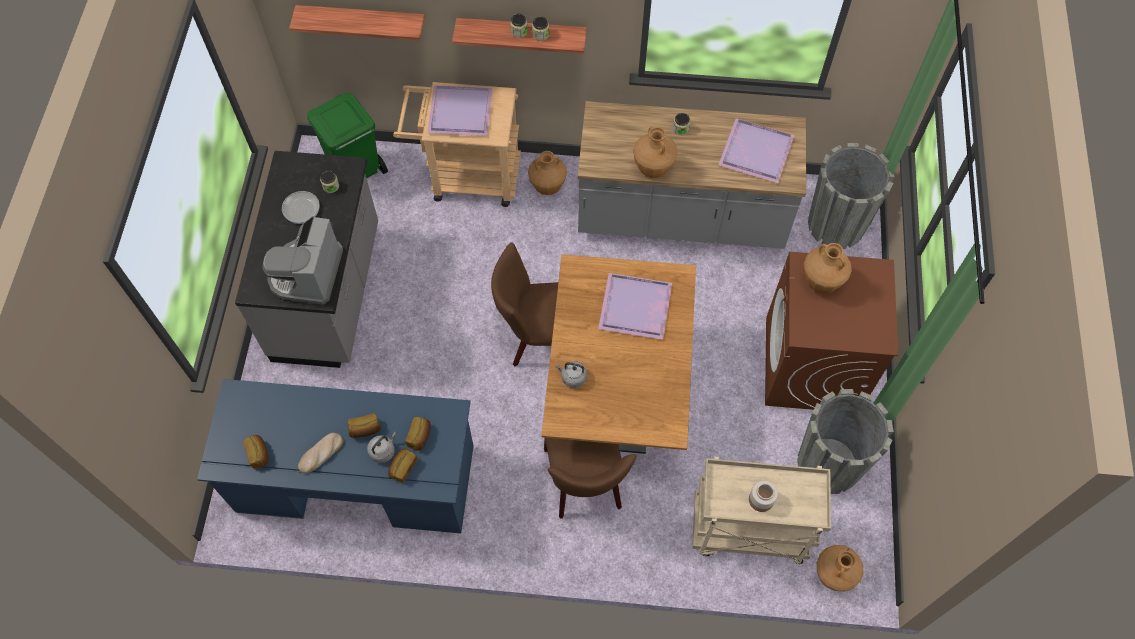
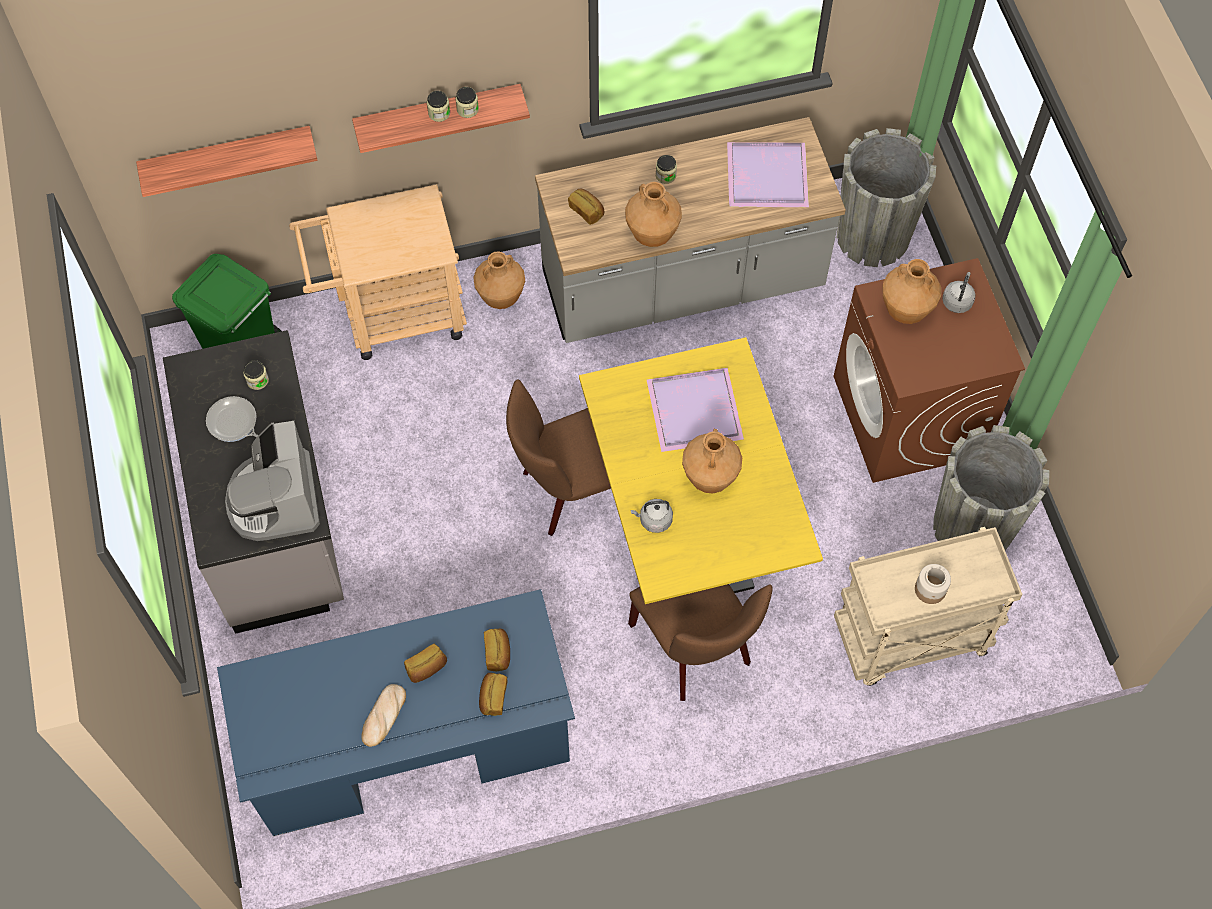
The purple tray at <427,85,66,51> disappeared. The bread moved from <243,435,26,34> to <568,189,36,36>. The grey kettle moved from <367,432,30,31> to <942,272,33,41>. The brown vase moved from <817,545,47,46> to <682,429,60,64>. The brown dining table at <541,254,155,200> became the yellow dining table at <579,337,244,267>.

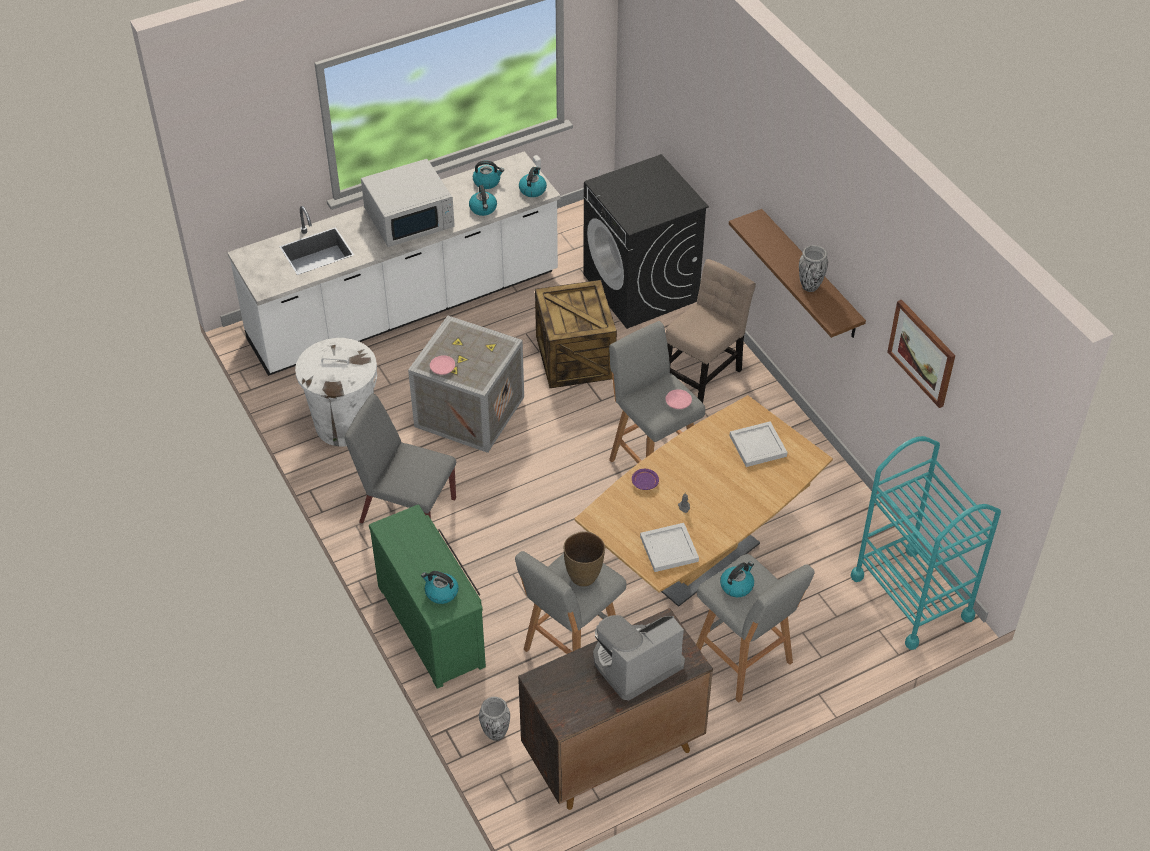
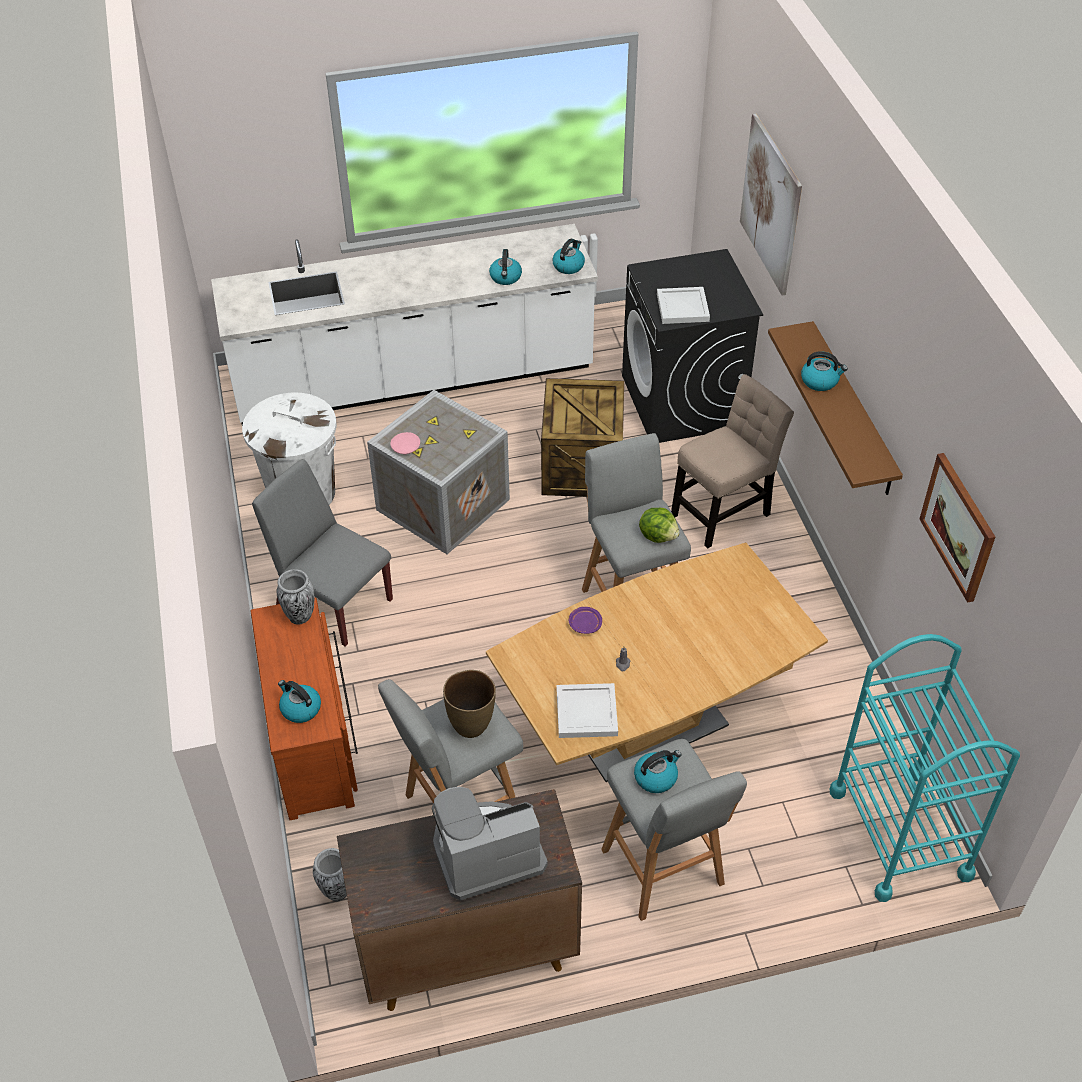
The white microwave at <361,159,94,88> disappeared. The picture at <740,114,62,181> appeared. The kettle moved from <473,161,31,28> to <801,351,47,40>. The white tray moved from <730,421,58,46> to <657,287,53,37>. The vase moved from <799,245,29,47> to <277,569,37,56>. The pink plate at <665,389,27,20> was replaced by the lettuce at <639,508,41,35>. The green dresser at <369,504,117,185> became the brown dresser at <250,597,108,223>.

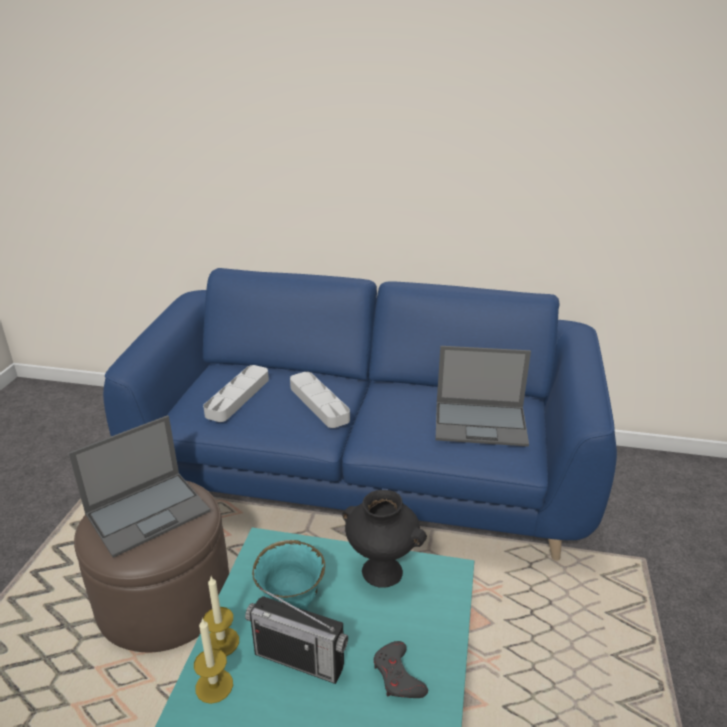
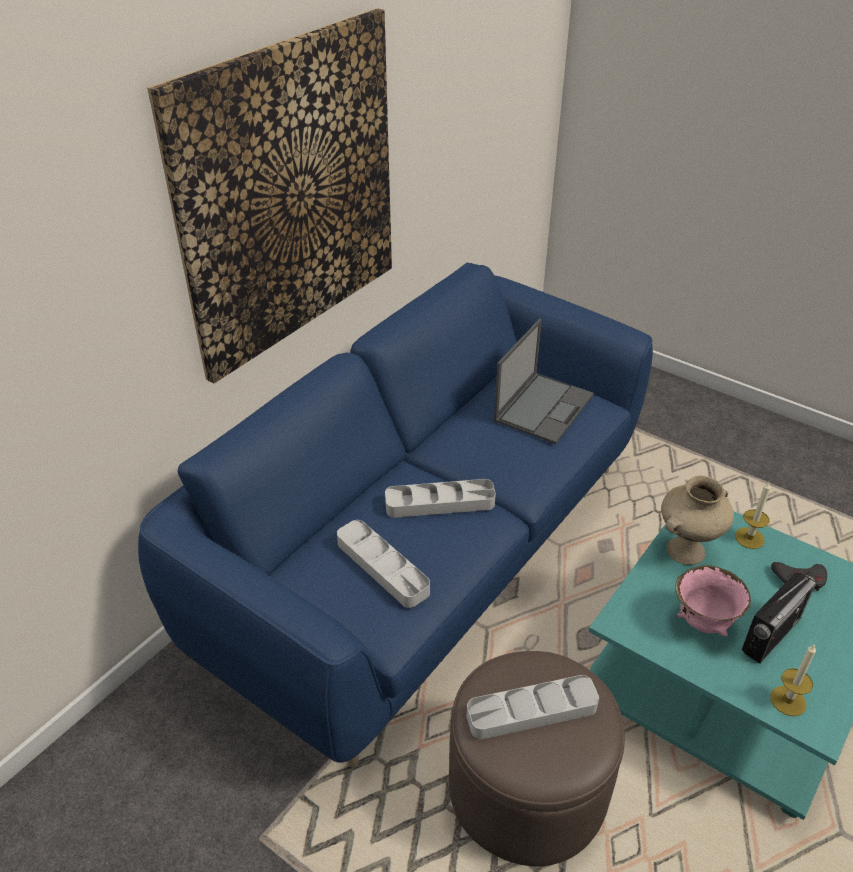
The picture at <147,8,245,376> appeared. The candle moved from <203,576,36,80> to <735,482,36,67>. The laptop at <69,415,141,143> was replaced by the grey tray at <467,675,132,64>. The turquoise bowl at <252,540,73,71> became the pink bowl at <675,565,76,72>. The black vase at <342,490,85,98> became the beige vase at <661,476,73,89>.

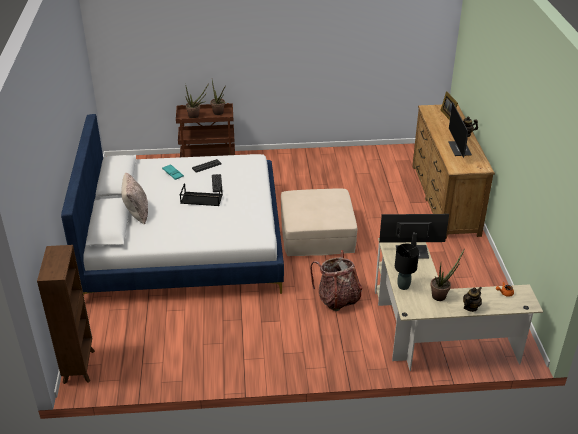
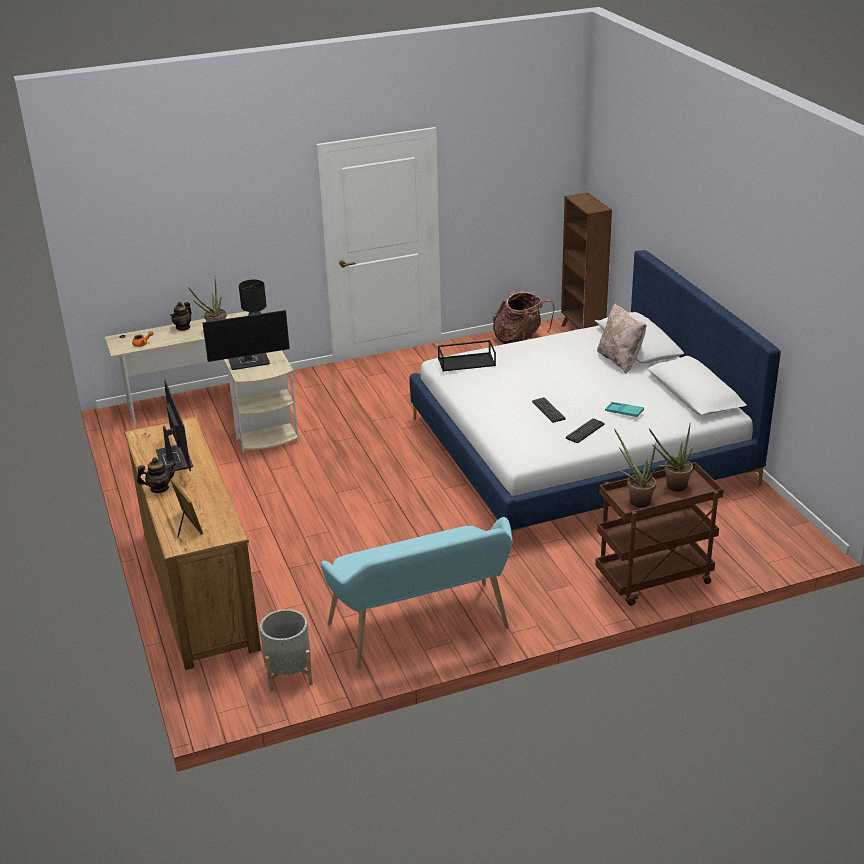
The beige ottoman at <281,189,76,67> disappeared. The grey planter at <260,609,53,82> appeared. The turquoise bench at <321,517,192,152> appeared. The black tray moved from <180,183,43,23> to <438,340,58,31>. The backpack moved from <310,250,52,61> to <493,291,62,53>.

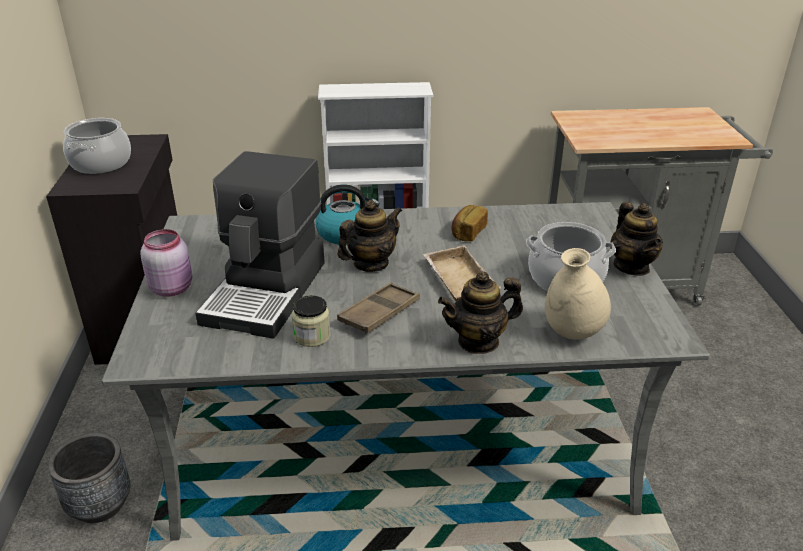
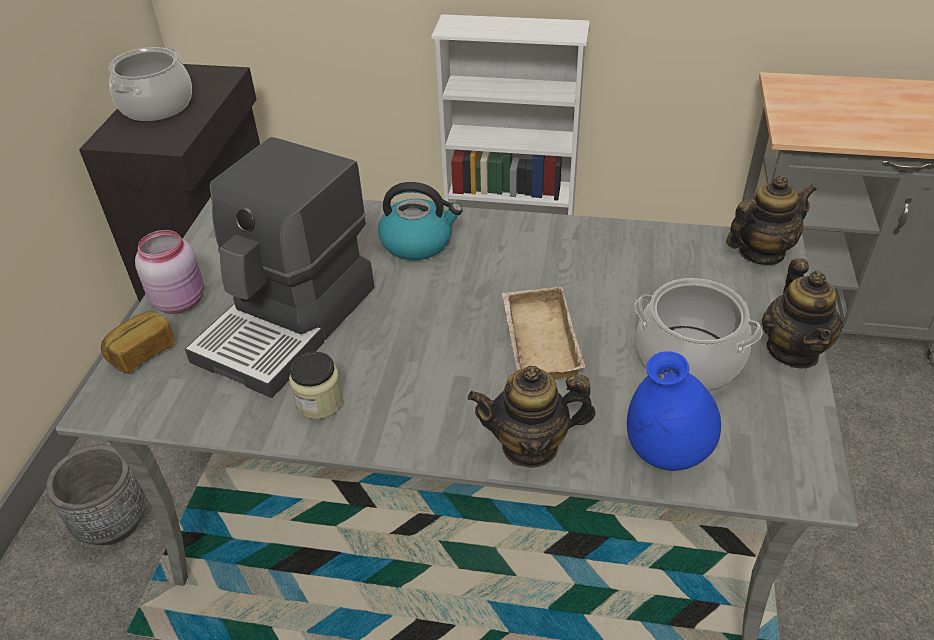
The brown tray at <337,282,83,52> disappeared. The teapot moved from <338,200,64,72> to <726,175,91,90>. The bread moved from <451,205,37,36> to <101,311,74,62>. The beige vase at <545,248,66,92> became the blue vase at <627,351,94,120>.

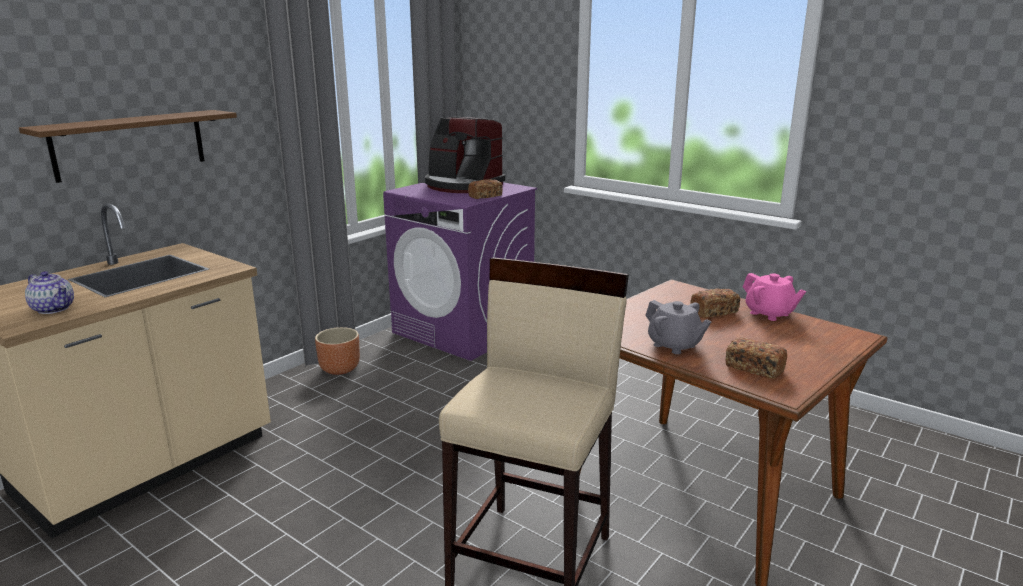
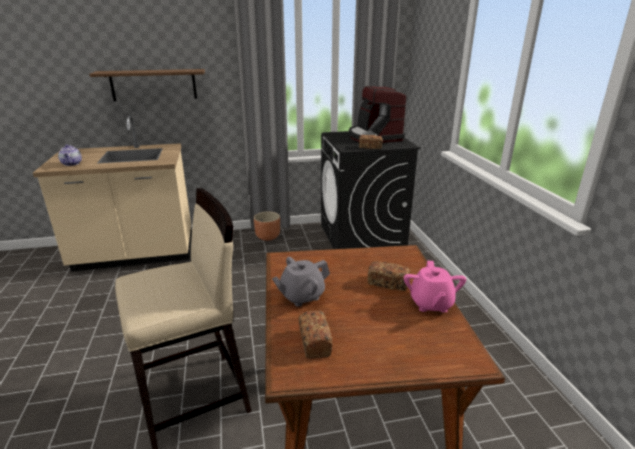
The purple washing machine at <383,182,154,179> became the black washing machine at <321,131,100,118>. The grey teapot at <645,300,67,54> turned 60 degrees clockwise.

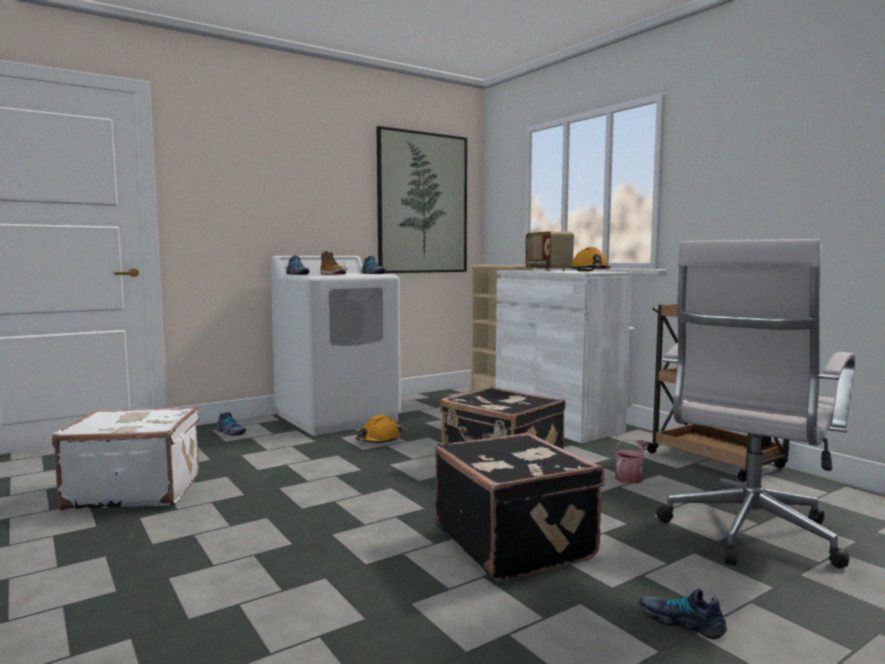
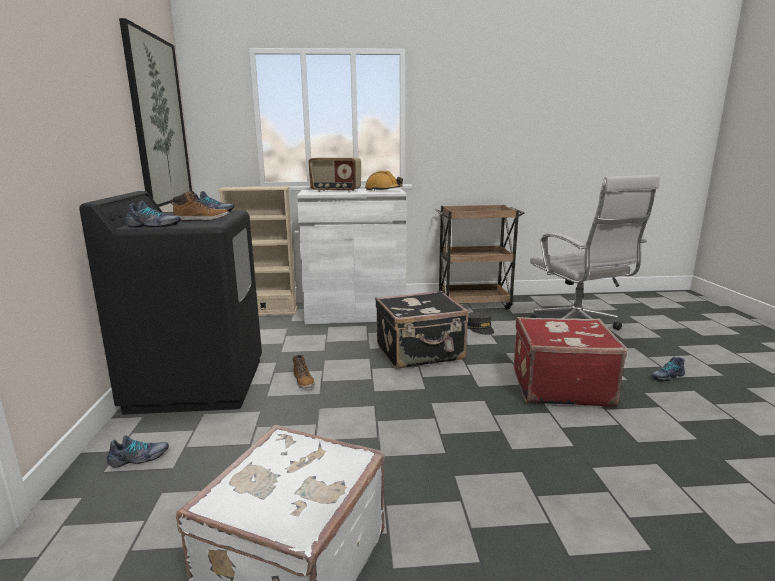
The orange hard hat at <356,415,46,28> was replaced by the boot at <293,355,22,33>. The watering can at <615,439,34,45> was replaced by the grey cap at <467,312,27,23>. The white washing machine at <270,256,131,180> became the black washing machine at <79,191,183,224>. The black suitcase at <435,432,169,149> became the red suitcase at <514,317,114,90>.

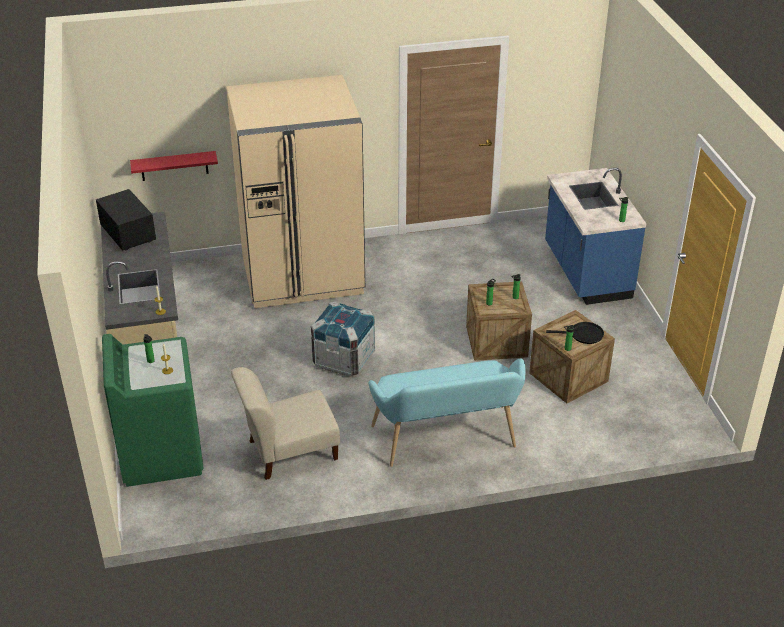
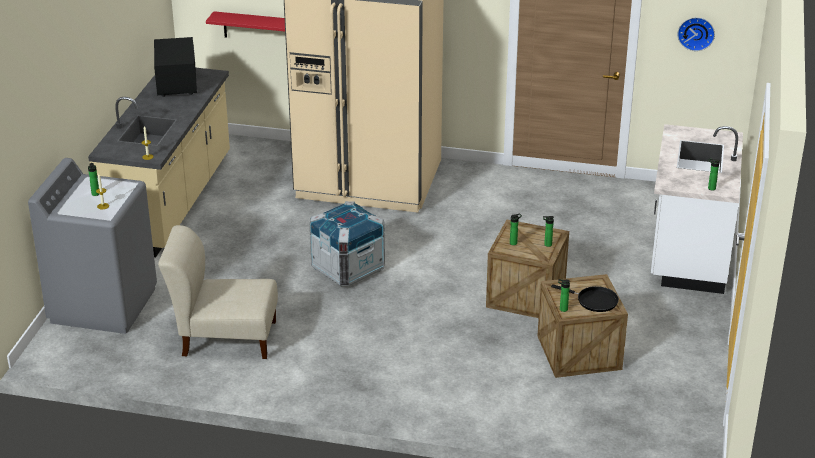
The turquoise bench at <369,359,156,108> disappeared. The wall clock at <678,17,37,34> appeared. The green washing machine at <102,334,102,153> became the grey washing machine at <28,158,129,176>. The blue counter at <545,168,101,137> became the white counter at <651,124,92,170>.

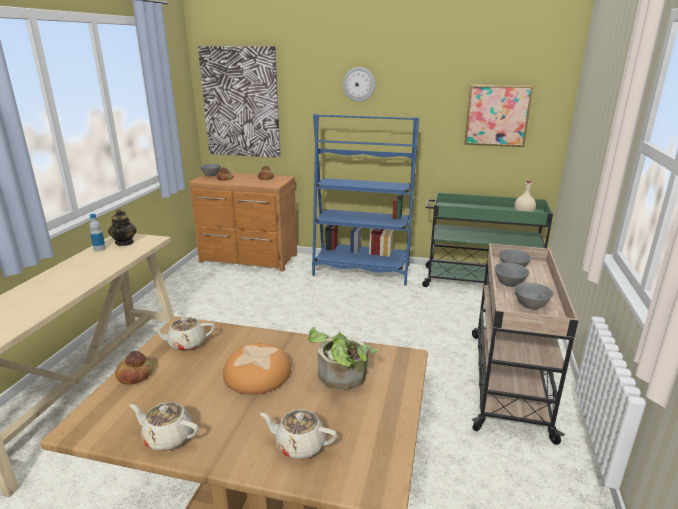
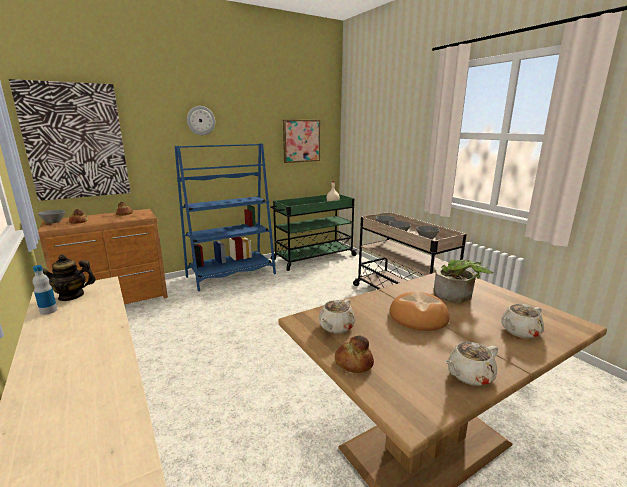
The teapot at <108,209,29,37> turned 135 degrees clockwise.

